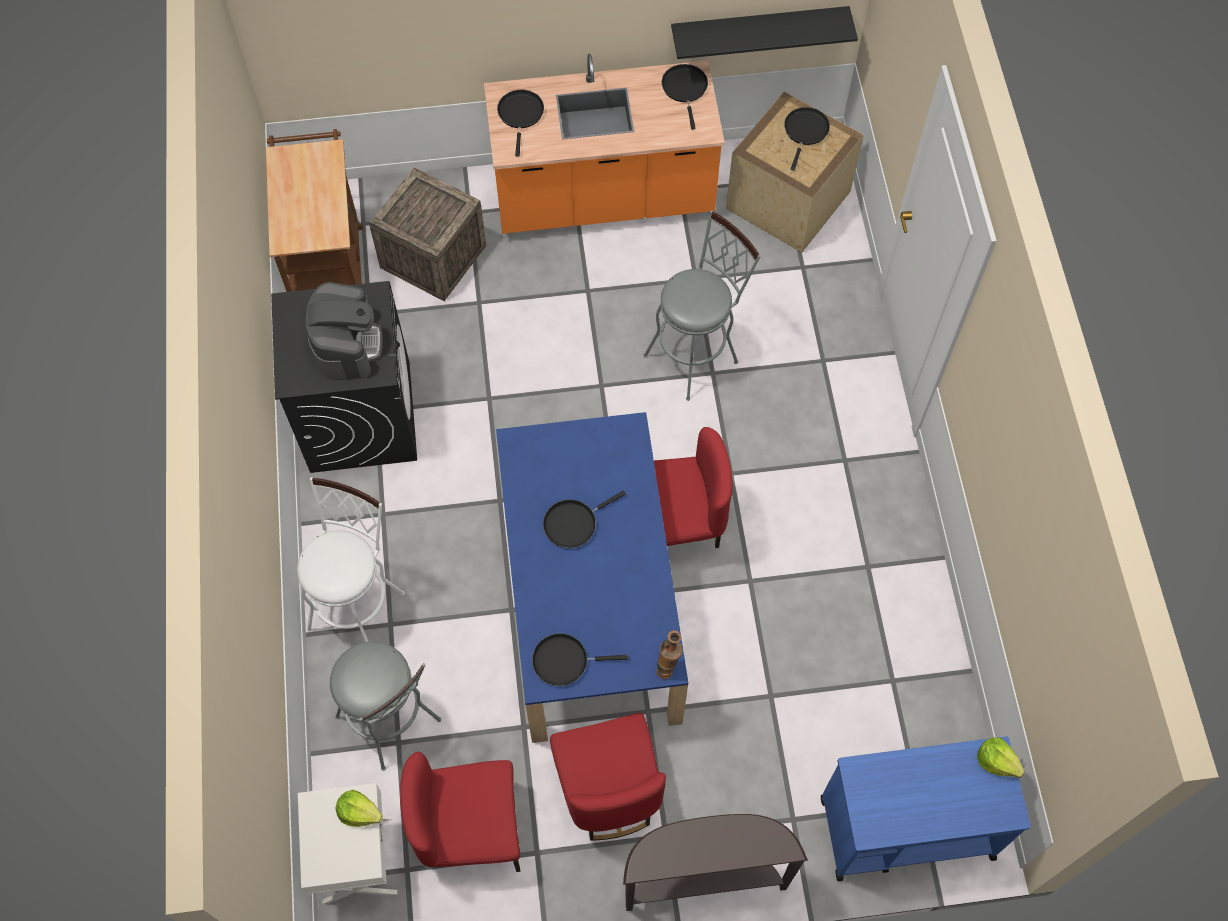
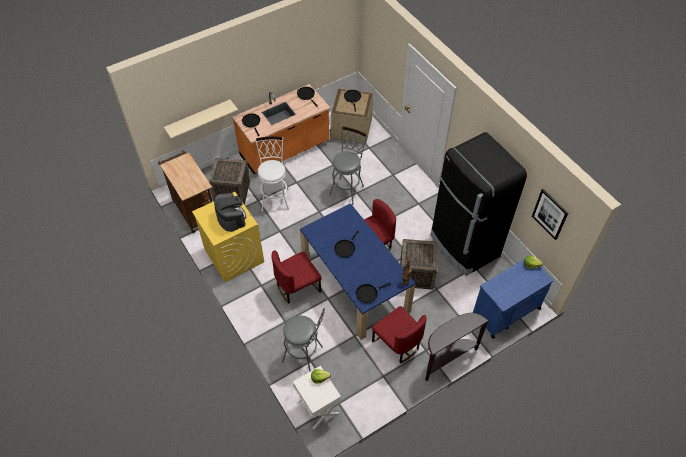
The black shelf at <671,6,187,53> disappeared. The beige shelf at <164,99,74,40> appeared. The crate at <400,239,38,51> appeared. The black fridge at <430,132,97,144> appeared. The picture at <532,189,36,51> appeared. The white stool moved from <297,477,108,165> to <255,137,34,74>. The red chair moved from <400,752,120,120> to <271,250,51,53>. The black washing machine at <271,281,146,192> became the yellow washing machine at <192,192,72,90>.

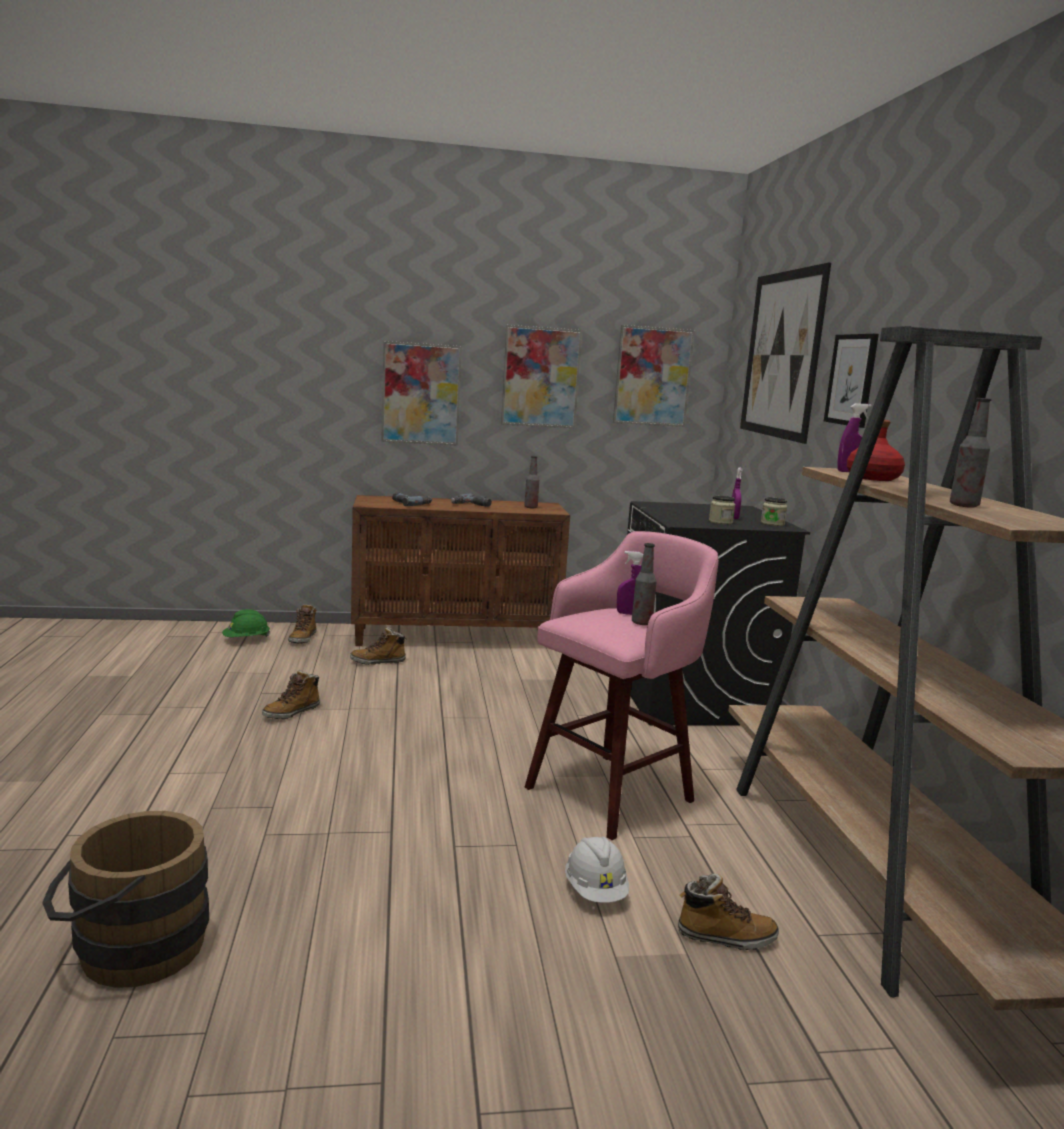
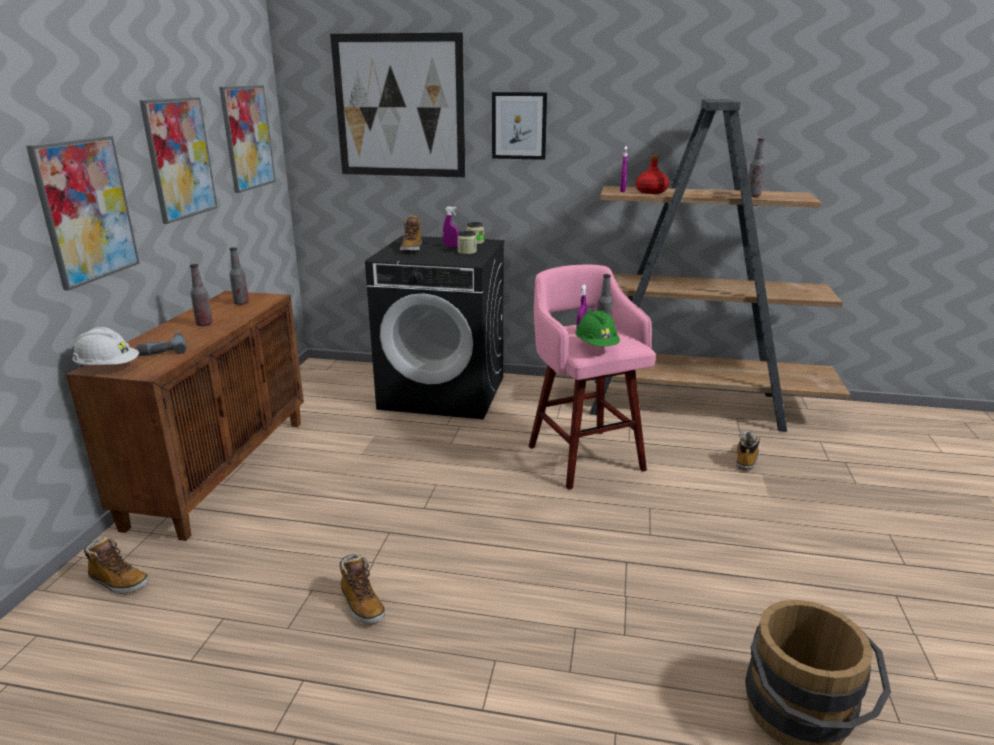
The green hard hat moved from <222,609,48,28> to <575,310,45,36>. The boot moved from <350,627,56,38> to <400,215,22,37>. The white hard hat moved from <565,836,64,67> to <72,327,67,40>. The power drill at <451,493,41,14> was replaced by the bottle at <190,264,23,62>.

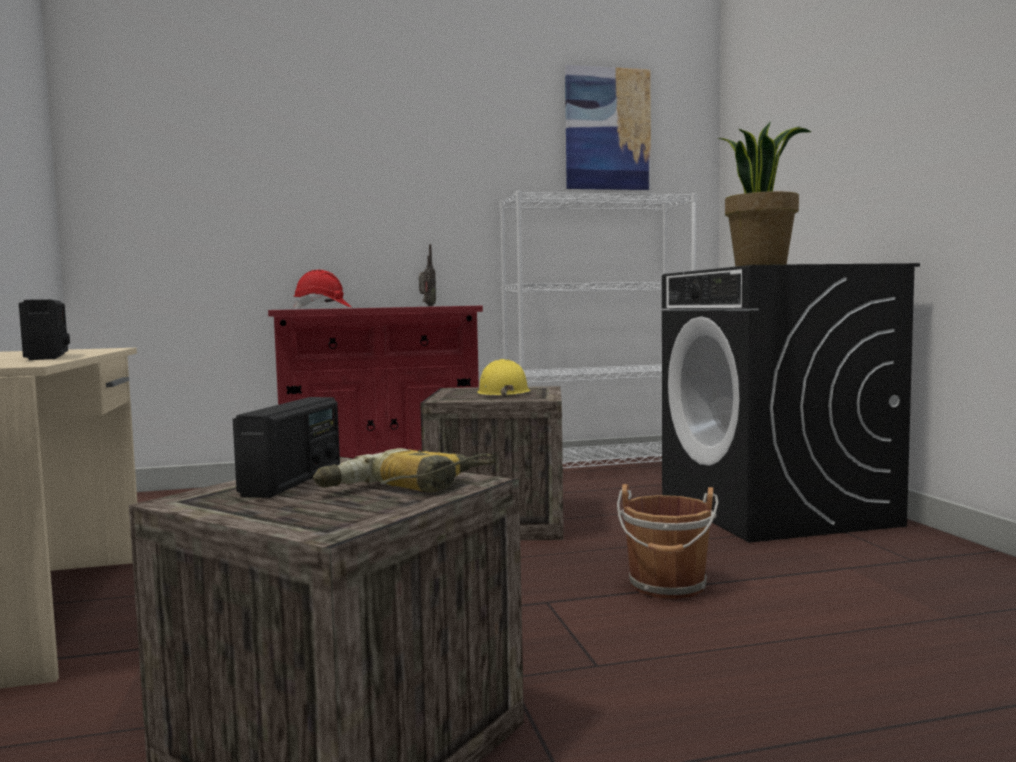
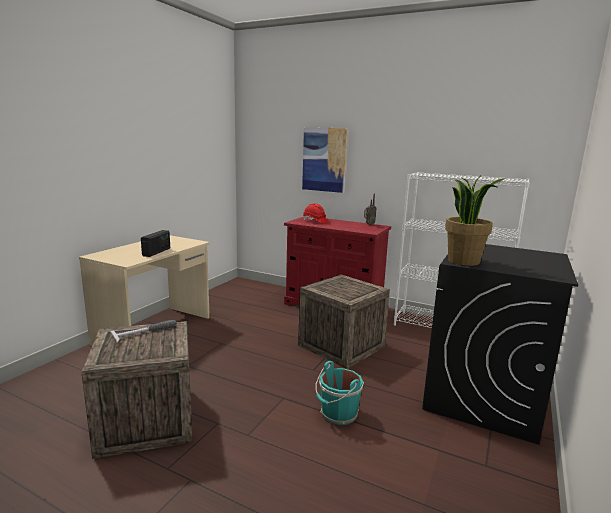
The power drill at <313,448,183,45> disappeared. The yellow hard hat at <477,359,53,39> disappeared. The picture moved from <565,65,86,125> to <302,127,46,66>. The radio at <233,397,107,101> was replaced by the hammer at <110,320,67,22>. The brown bucket at <617,484,101,115> became the turquoise bucket at <316,361,48,64>.

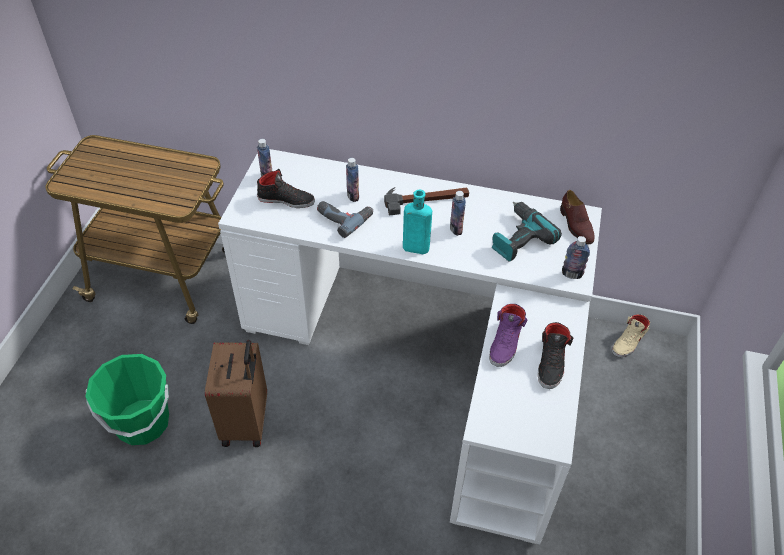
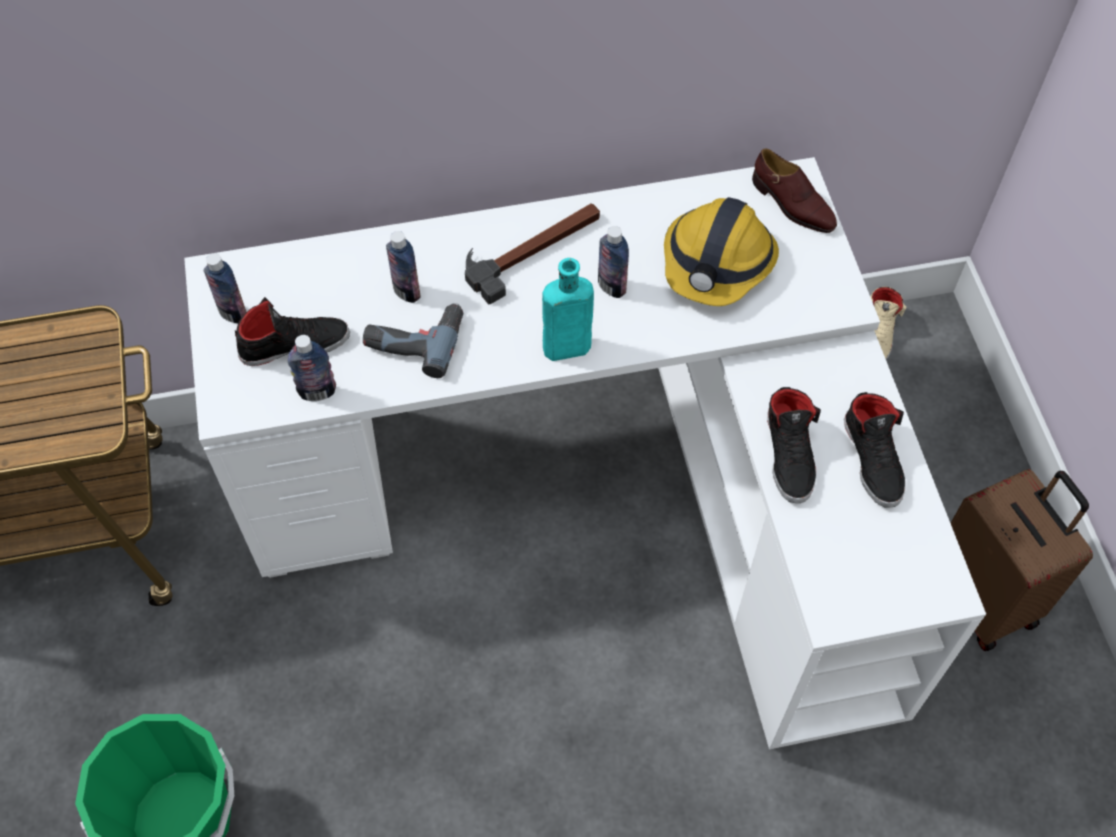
The brown suitcase moved from <205,340,62,107> to <951,469,142,182>. The bottle moved from <562,236,28,43> to <288,335,48,66>. The power drill at <492,202,70,60> was replaced by the hard hat at <664,197,115,109>. The purple shoe at <489,304,38,63> became the black shoe at <767,387,54,116>.

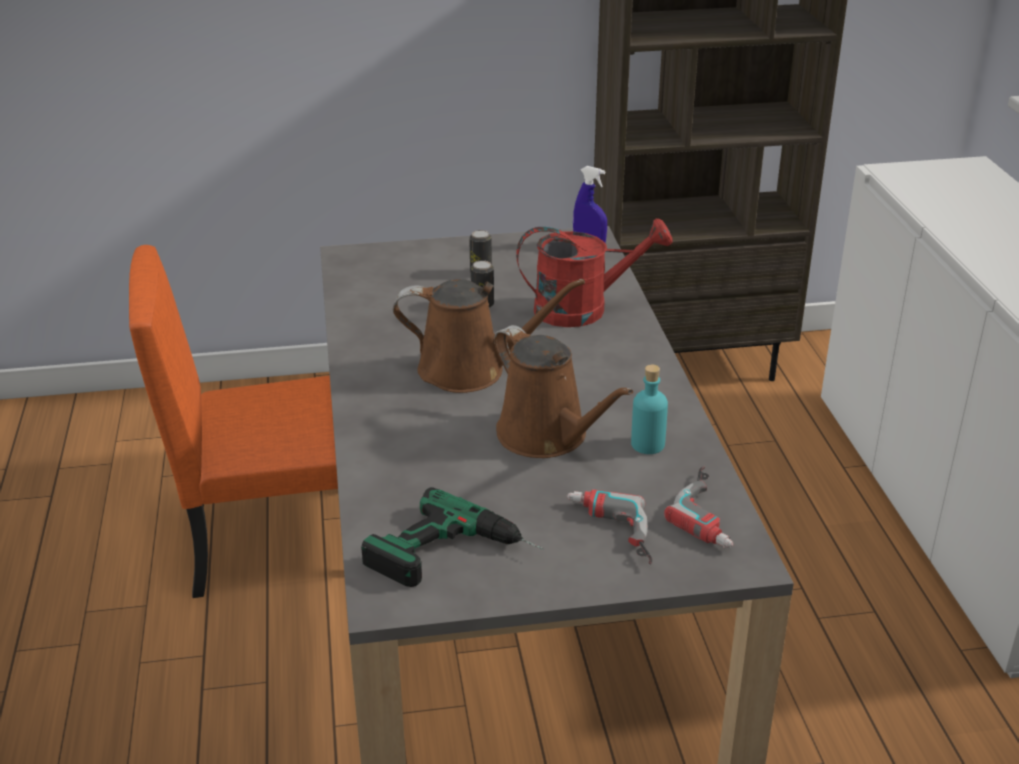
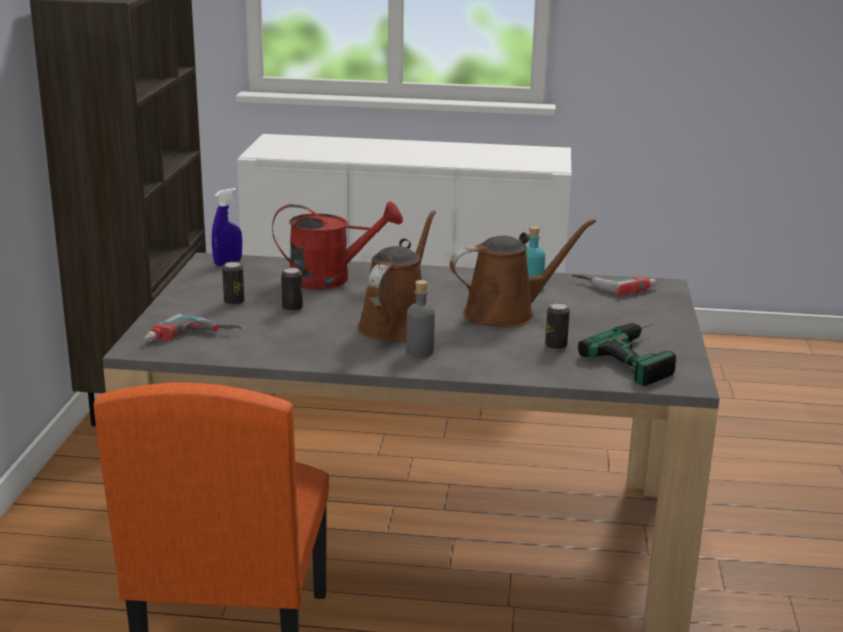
The grey bottle at <406,280,29,77> appeared. The can at <545,303,25,47> appeared. The power drill moved from <566,489,86,76> to <144,314,97,27>. The red watering can at <516,218,156,109> turned 75 degrees clockwise.

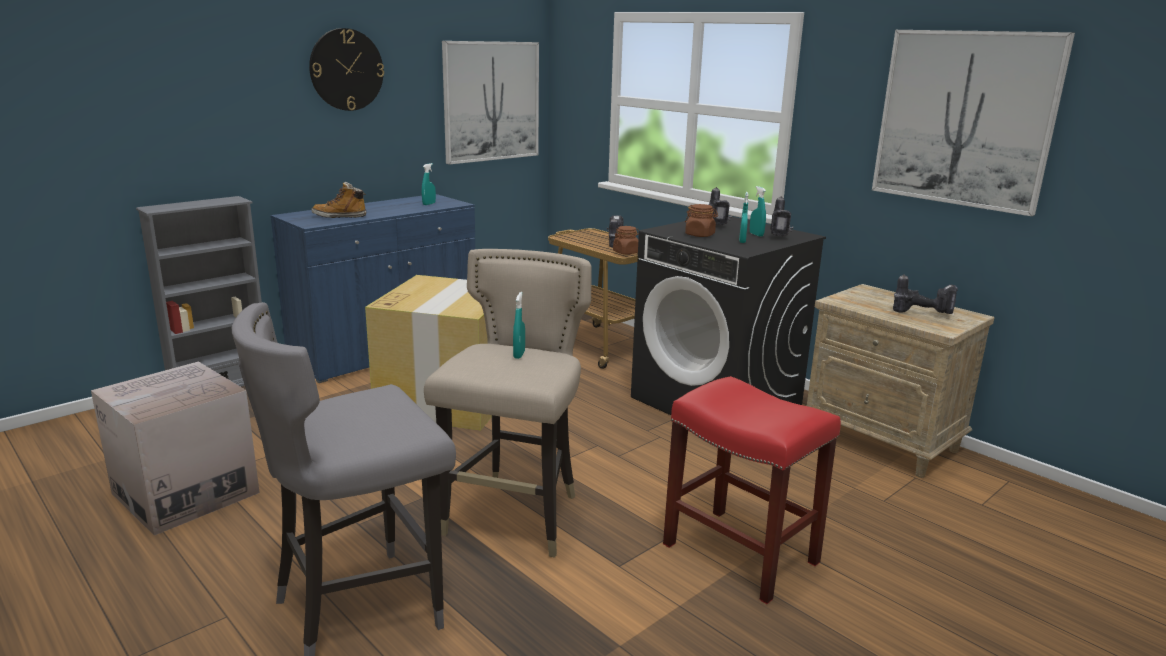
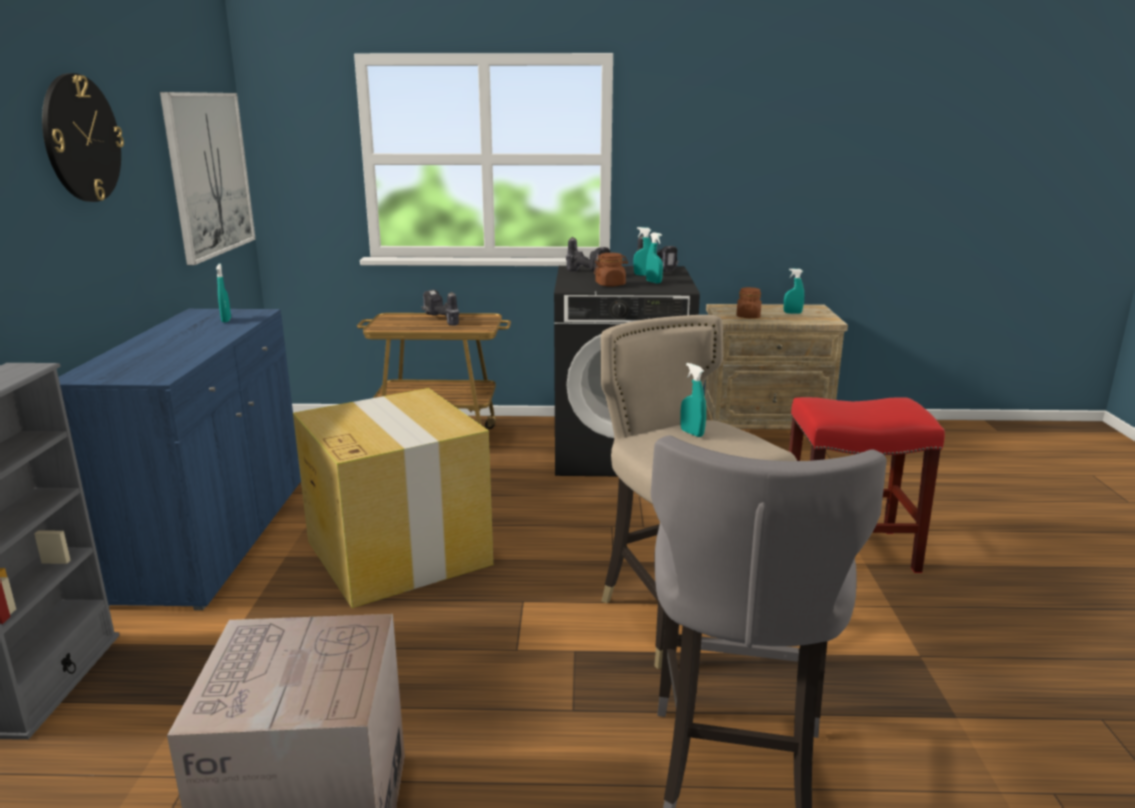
The boot at <312,182,55,36> disappeared. The picture at <872,30,203,186> disappeared. The brown jar moved from <613,226,26,28> to <736,287,26,31>. The power drill at <893,274,65,40> was replaced by the turquoise spray bottle at <784,269,20,45>.

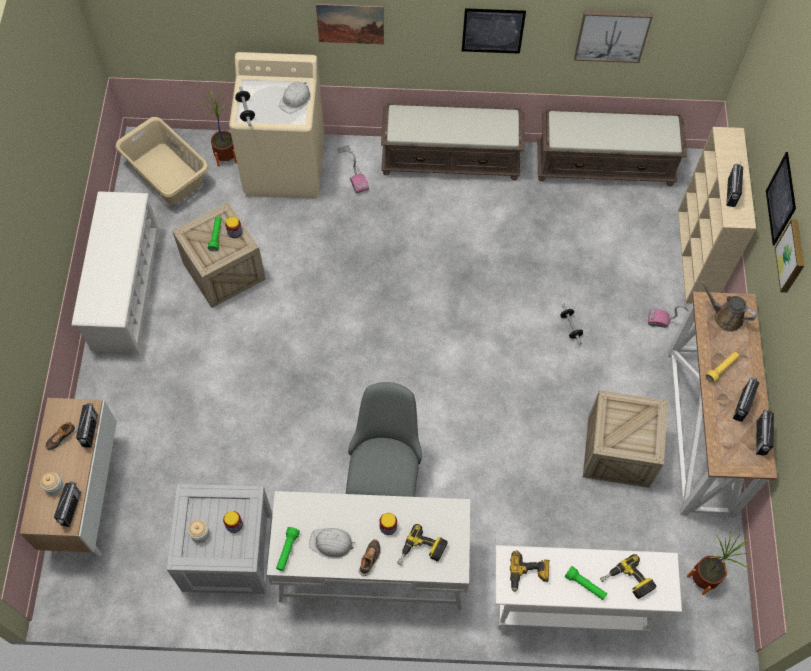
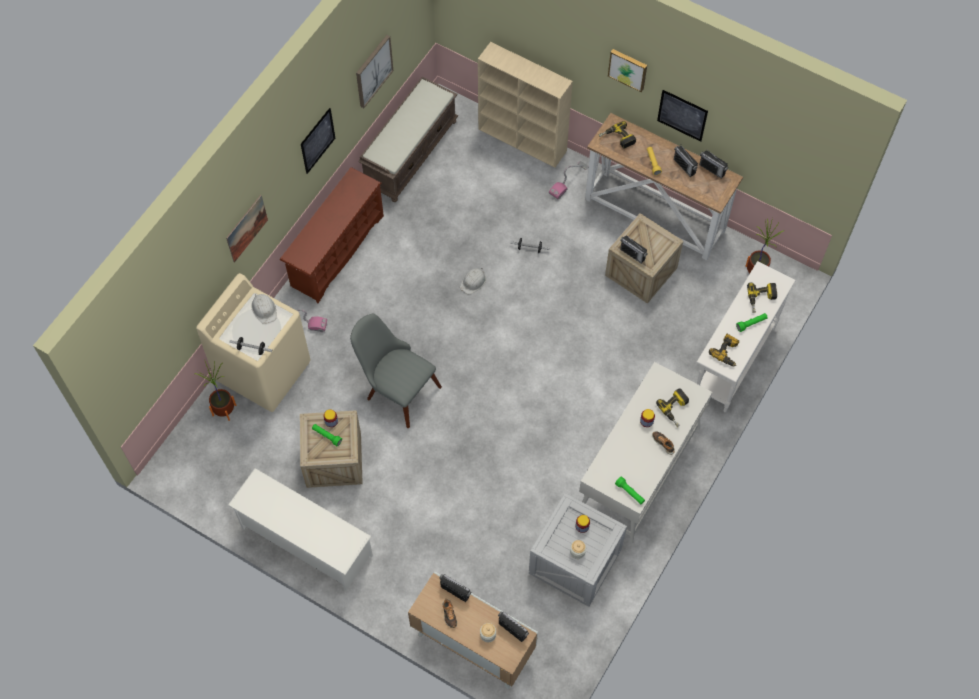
The beige laundry basket at <115,117,94,88> disappeared. The white hard hat moved from <309,528,46,31> to <460,268,26,27>. The grey chair moved from <346,382,76,115> to <350,314,92,114>. The radio moved from <726,162,17,45> to <620,235,28,29>. The picture moved from <766,152,30,93> to <657,90,51,52>. The brown bench at <381,103,144,77> was replaced by the brown shoe rack at <280,167,104,136>. The brown watering can at <700,280,57,52> was replaced by the power drill at <598,121,38,28>.

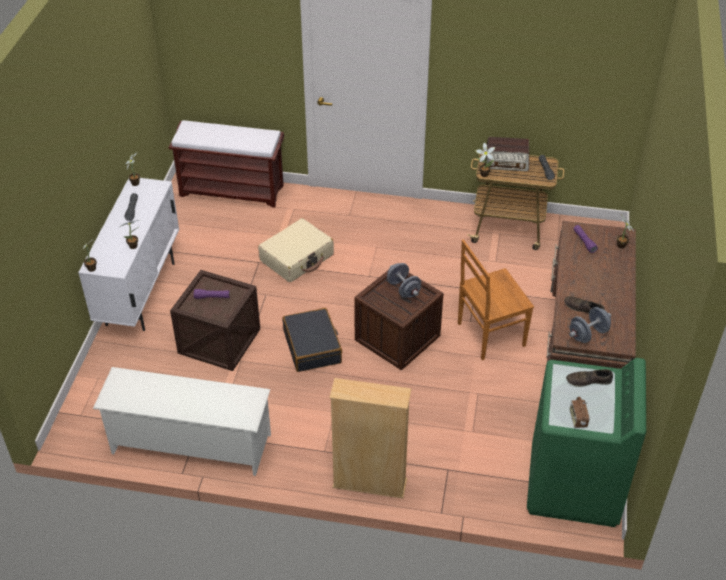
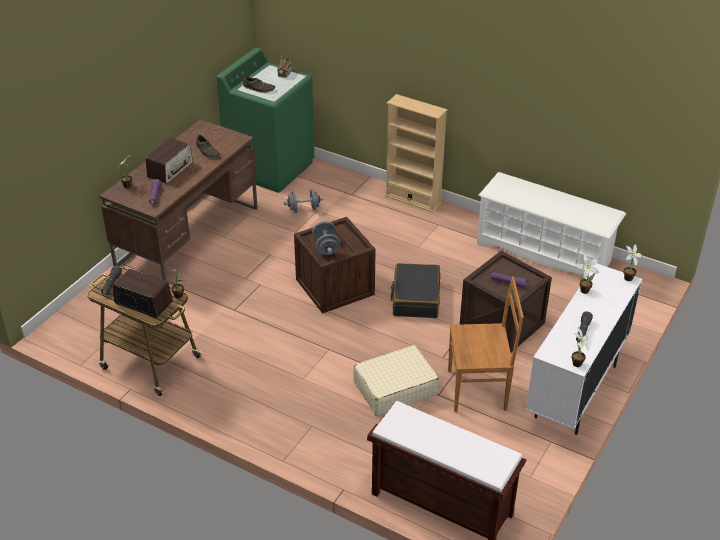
The radio at <146,138,47,46> appeared. The brown chair moved from <458,239,76,121> to <448,276,76,136>. The grey dumbbell moved from <569,307,42,36> to <284,189,40,24>.

